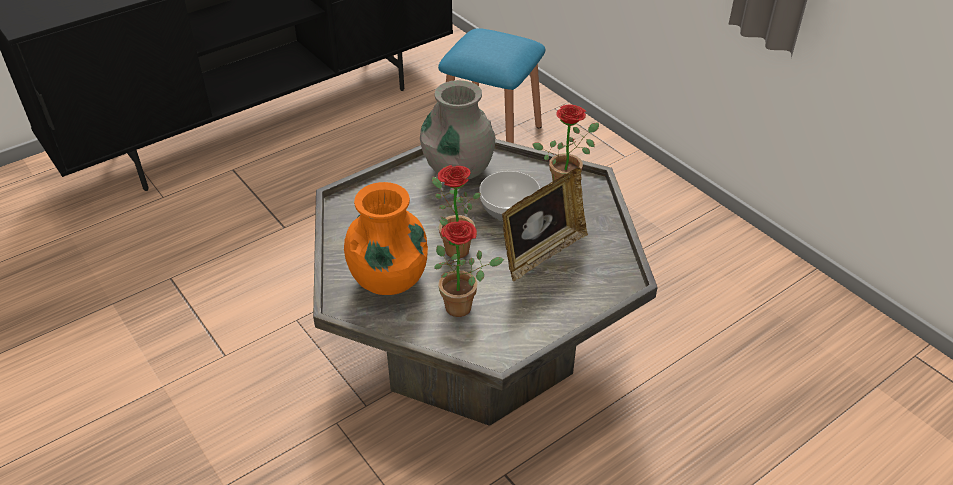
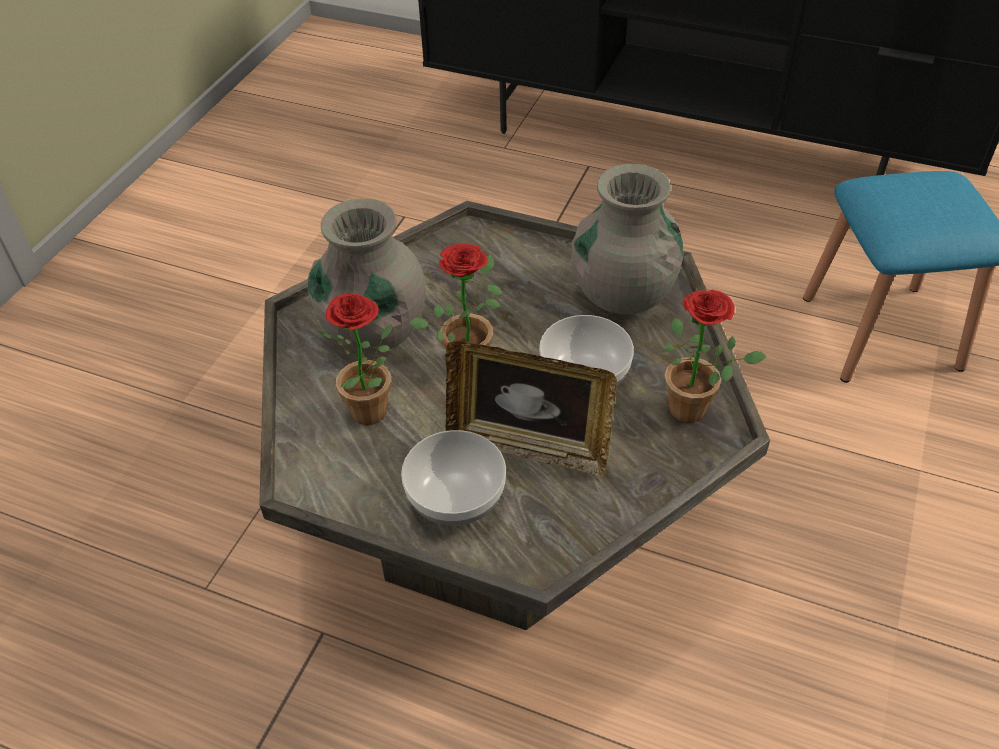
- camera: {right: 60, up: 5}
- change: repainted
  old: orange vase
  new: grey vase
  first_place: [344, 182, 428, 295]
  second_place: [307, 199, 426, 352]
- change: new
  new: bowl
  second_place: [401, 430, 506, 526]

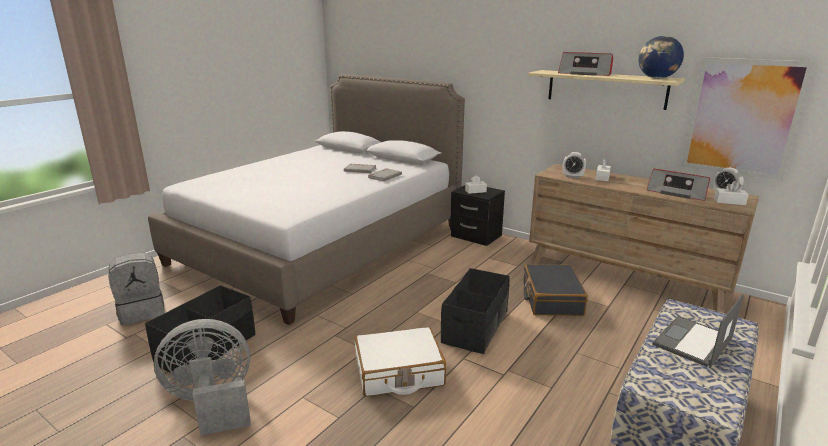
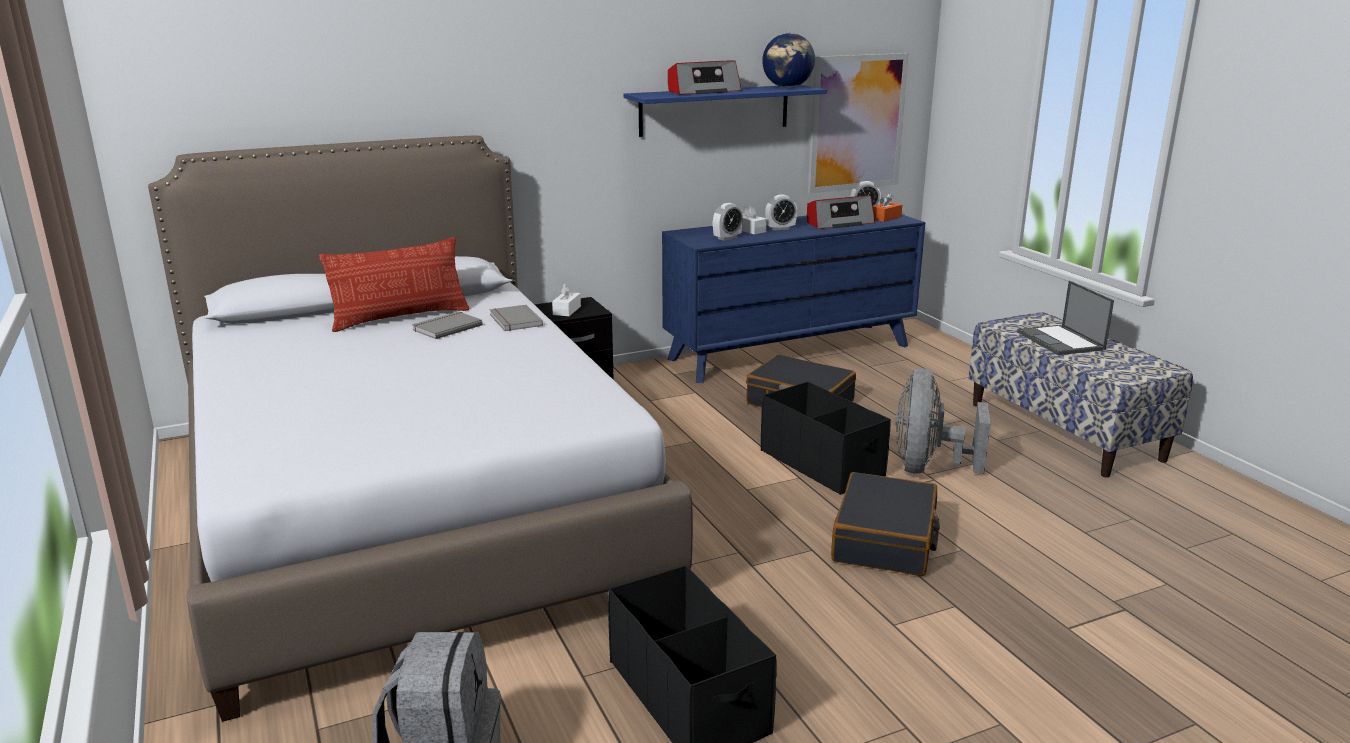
- camera: {right: -60, up: 0}
- change: repainted
  old: beige shelf
  new: blue shelf
  first_place: [527, 70, 685, 110]
  second_place: [624, 85, 827, 137]
- change: repainted
  old: brown dresser
  new: blue dresser
  first_place: [529, 164, 759, 313]
  second_place: [662, 214, 925, 383]
- change: repainted
  old: white tissue box
  new: orange tissue box
  first_place: [714, 181, 748, 205]
  second_place: [873, 193, 902, 222]
- change: shifted
  old: grey fan
  first_place: [154, 319, 250, 436]
  second_place: [895, 368, 991, 474]
- change: repainted
  old: white suitcase
  new: black suitcase
  first_place: [355, 327, 446, 397]
  second_place: [831, 472, 940, 576]
- change: new
  new: alarm clock
  second_place: [765, 194, 797, 231]
- change: new
  new: pillow
  second_place: [319, 237, 470, 332]

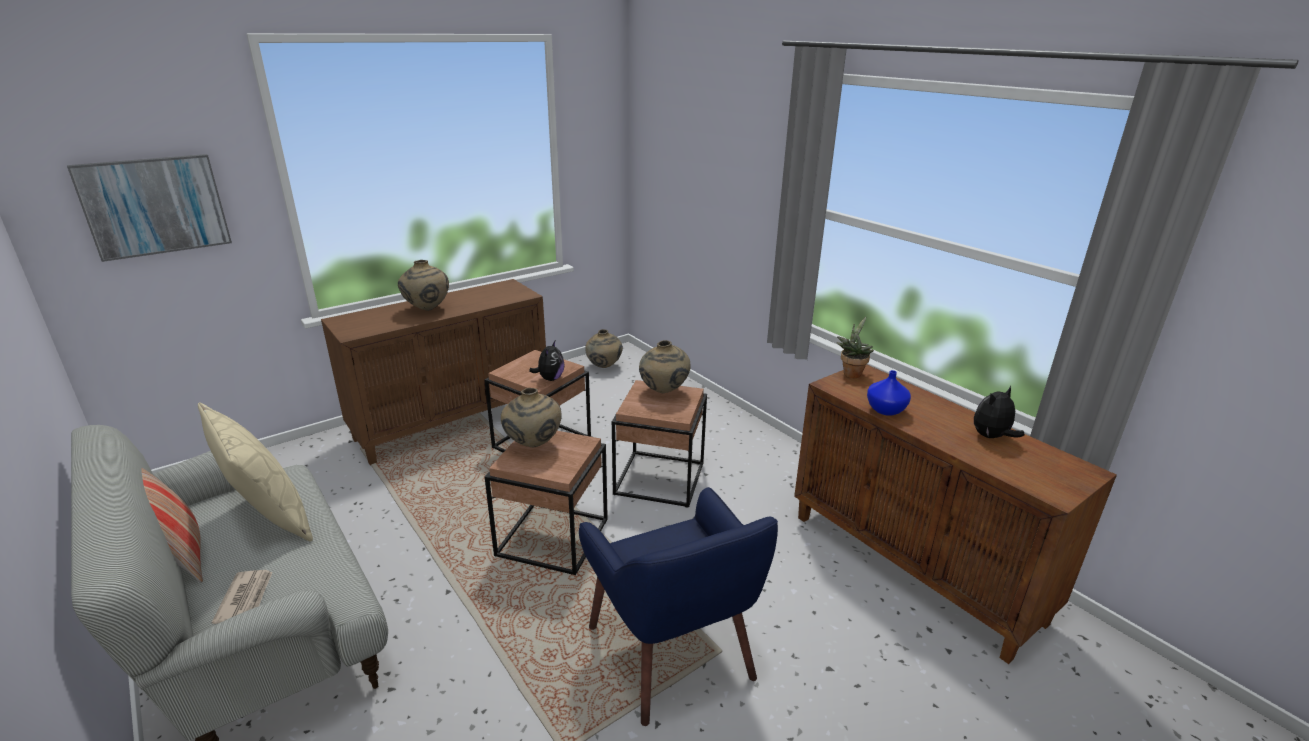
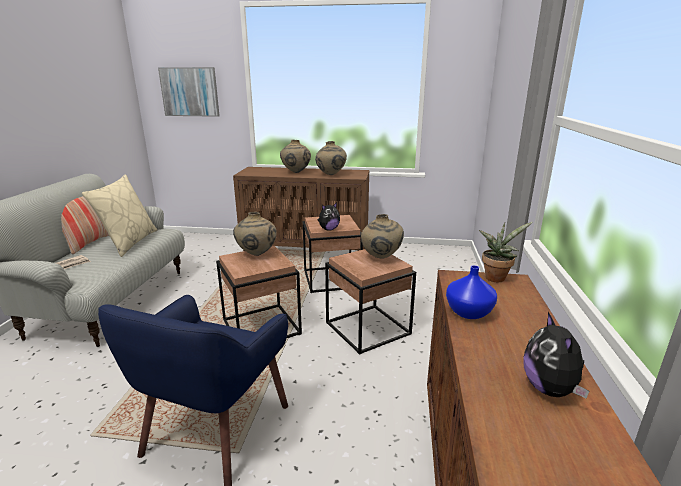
- camera: {right: 45, up: -5}
- change: shifted
  old: beige vase
  first_place: [585, 329, 623, 368]
  second_place: [315, 141, 347, 175]
- change: rotated
  old: plush toy
  first_place: [974, 386, 1025, 438]
  second_place: [523, 312, 590, 398]
  degrees: -105

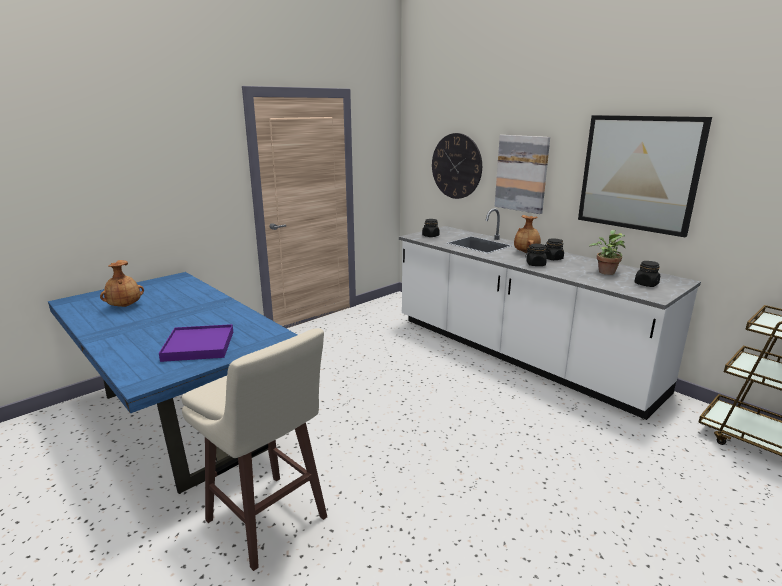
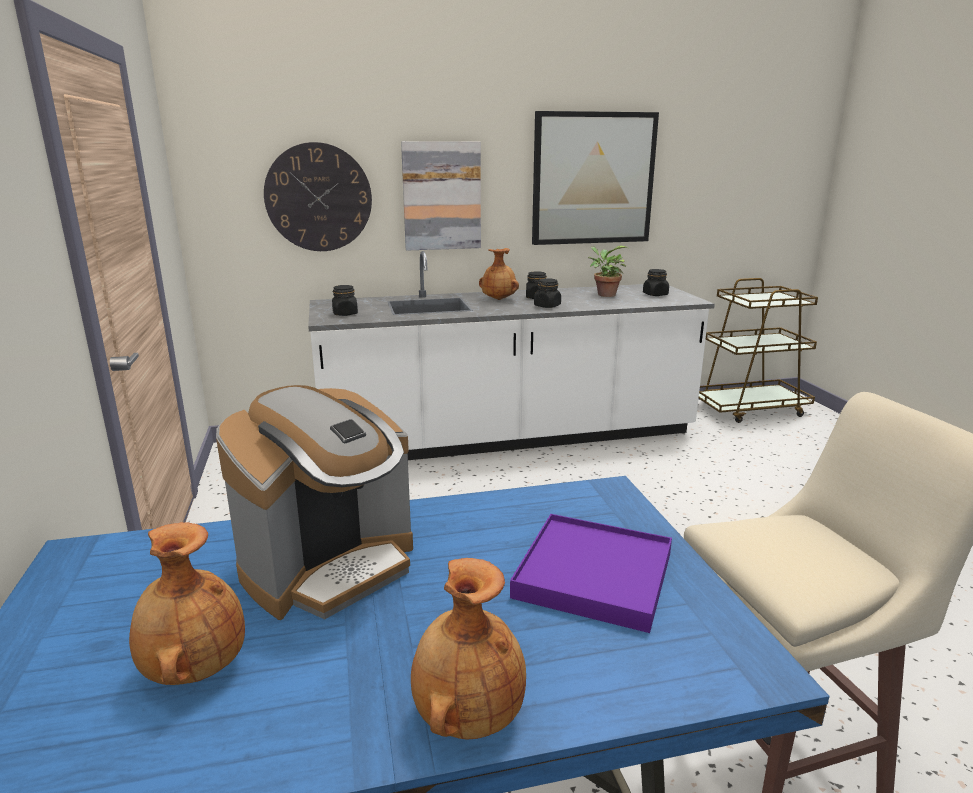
- camera: {right: -60, up: 0}
- change: new
  new: coffee machine
  second_place: [216, 385, 413, 620]
- change: new
  new: brown vase
  second_place: [411, 558, 526, 739]

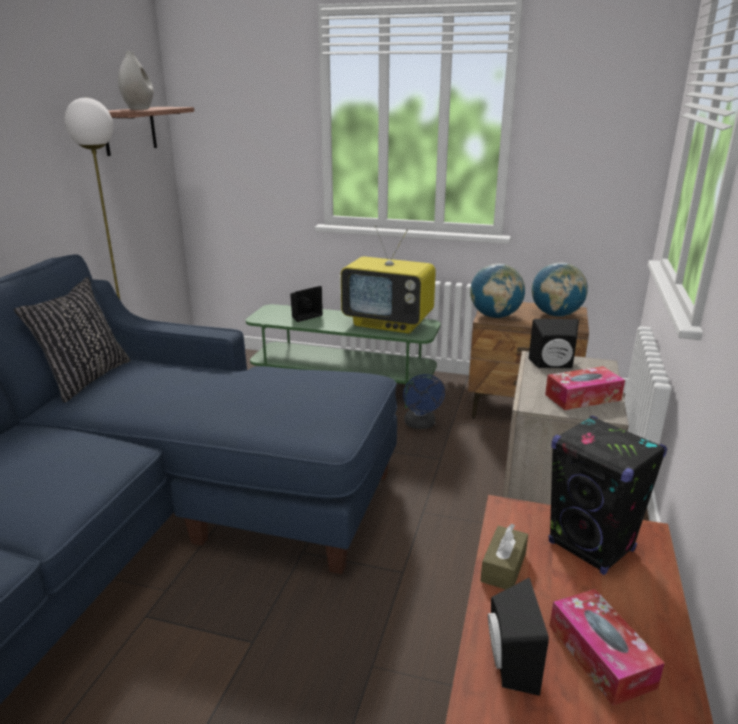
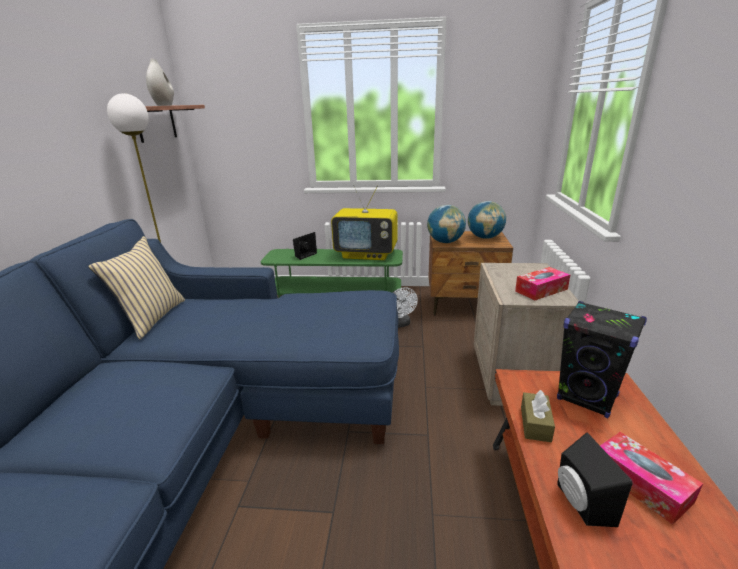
- camera: {right: -10, up: 0}
- change: repainted
  old: black pillow
  new: beige pillow
  first_place: [14, 277, 131, 403]
  second_place: [88, 236, 185, 339]
- change: gone
  old: black speaker
  first_place: [529, 319, 579, 369]
- change: repainted
  old: blue fan
  new: white fan
  first_place: [403, 374, 445, 429]
  second_place: [393, 287, 418, 327]

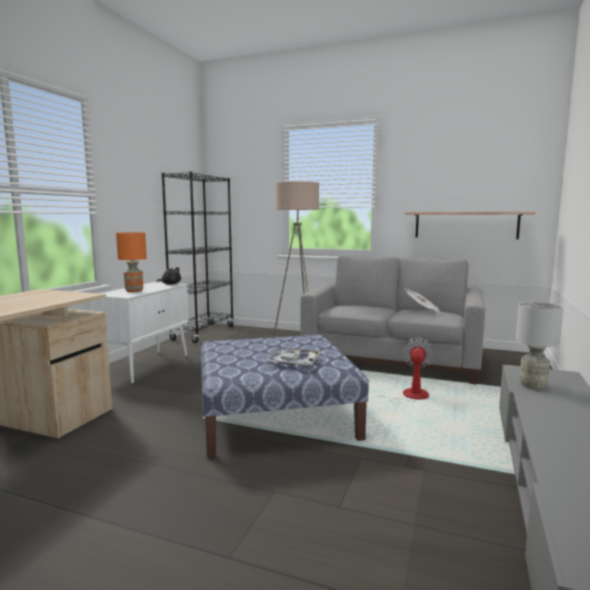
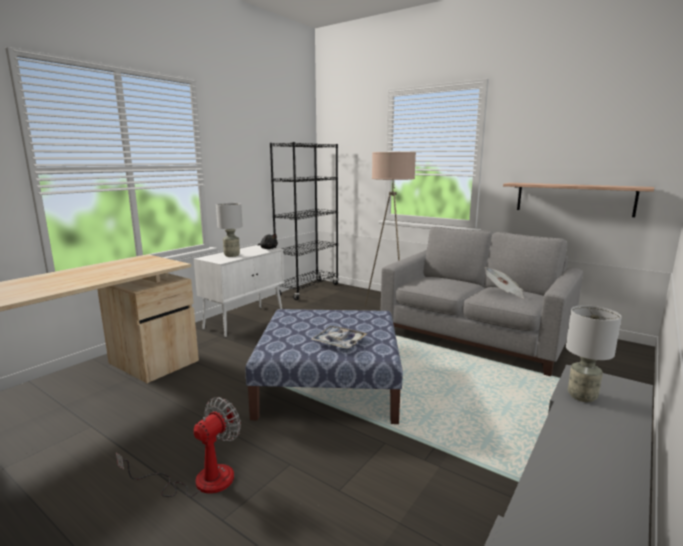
- camera: {right: 15, up: 5}
- change: repainted
  old: orange table lamp
  new: grey table lamp
  first_place: [116, 232, 147, 292]
  second_place: [216, 203, 243, 257]
- change: shifted
  old: fan
  first_place: [368, 337, 435, 404]
  second_place: [116, 397, 241, 497]

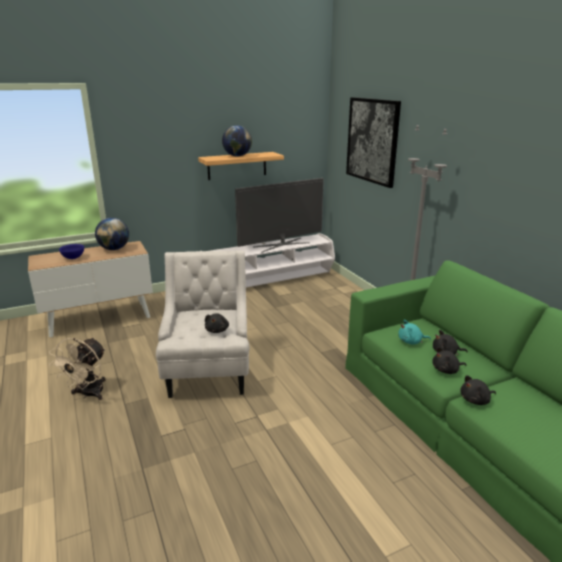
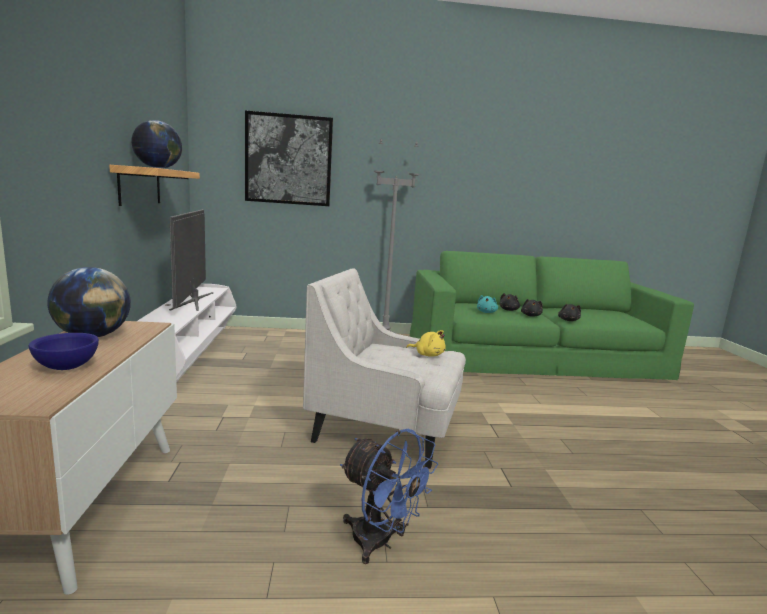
- camera: {right: -70, up: -10}
- change: repainted
  old: black plush toy
  new: yellow plush toy
  first_place: [205, 313, 229, 333]
  second_place: [406, 330, 446, 357]
- change: repainted
  old: beige fan
  new: blue fan
  first_place: [49, 338, 106, 400]
  second_place: [340, 429, 438, 564]

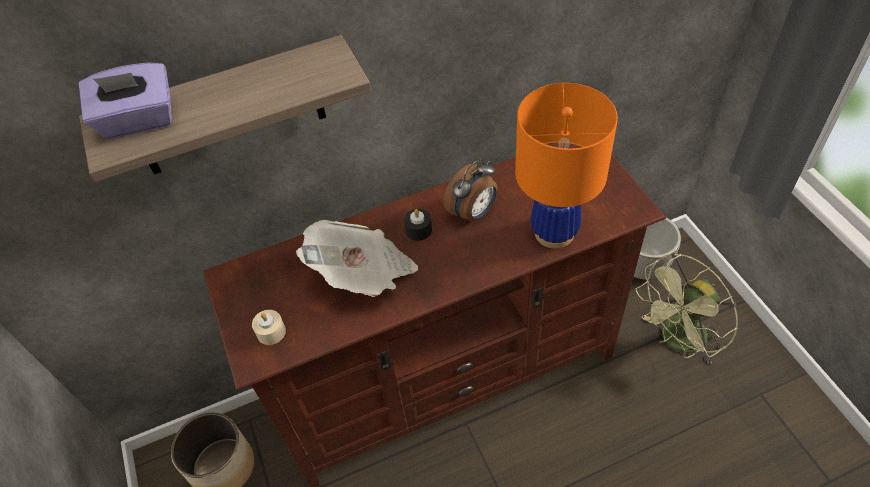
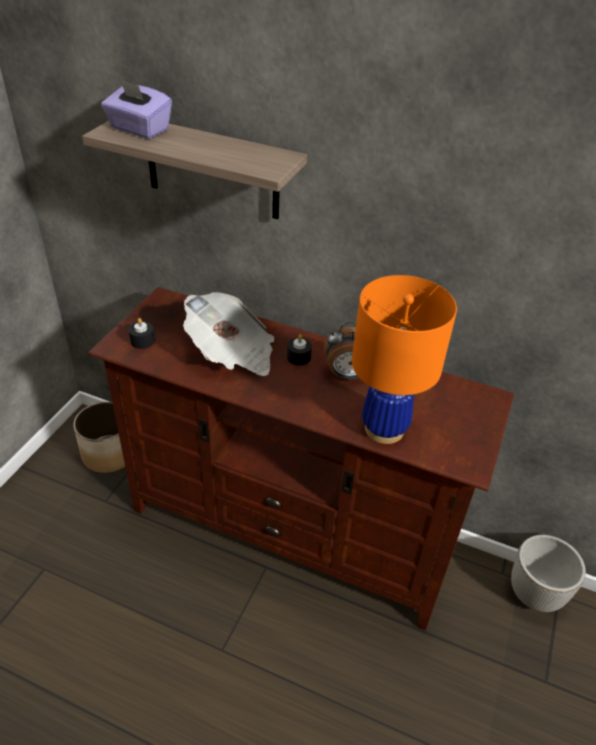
- camera: {right: 40, up: -10}
- change: gone
  old: green fan
  first_place: [636, 253, 738, 364]
- change: repainted
  old: beige candle
  new: black candle
  first_place: [252, 310, 286, 345]
  second_place: [129, 318, 155, 349]

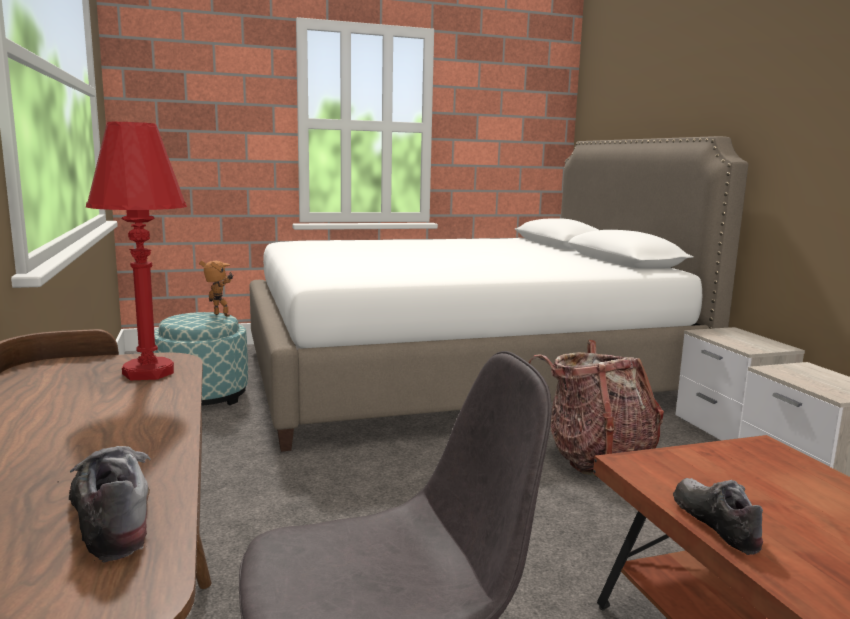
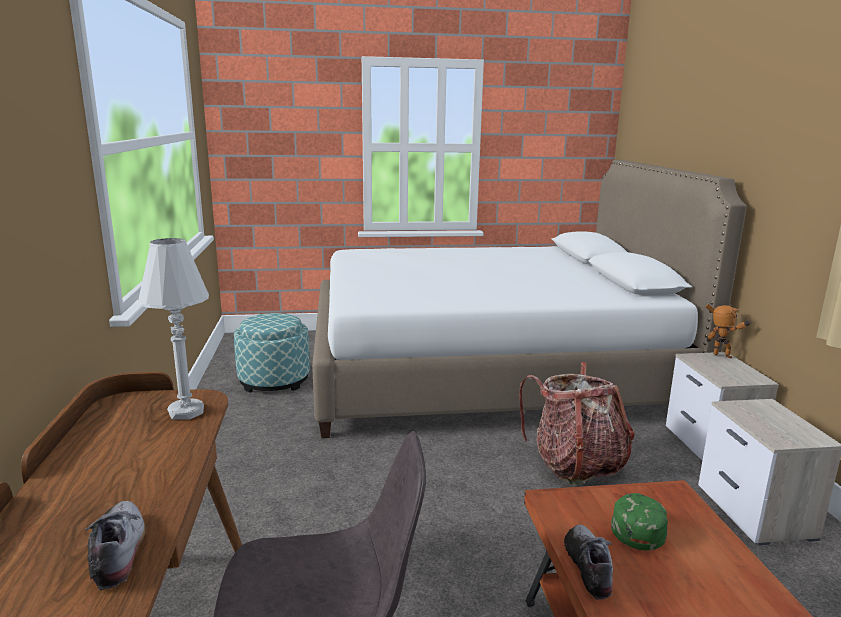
- camera: {right: 10, up: 5}
- change: repainted
  old: red table lamp
  new: white table lamp
  first_place: [86, 122, 187, 380]
  second_place: [137, 238, 209, 420]
- change: shifted
  old: toy robot
  first_place: [199, 260, 234, 317]
  second_place: [706, 304, 751, 359]
- change: new
  new: green cap
  second_place: [611, 493, 668, 550]

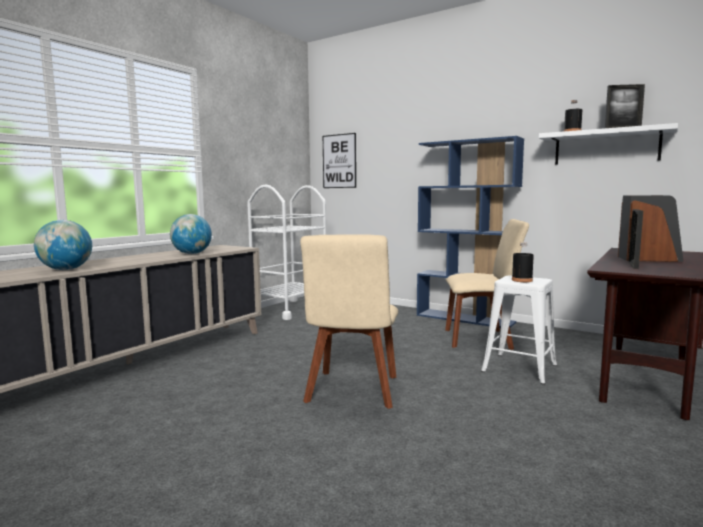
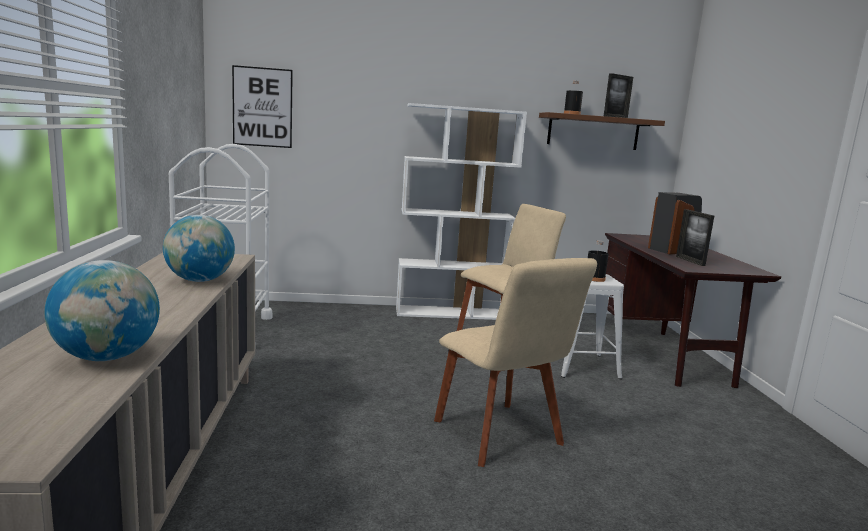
- camera: {right: -40, up: 5}
- change: repainted
  old: white shelf
  new: brown shelf
  first_place: [539, 123, 678, 165]
  second_place: [539, 112, 665, 150]
- change: repainted
  old: blue bookcase
  new: white bookcase
  first_place: [417, 136, 524, 328]
  second_place: [396, 103, 527, 320]

